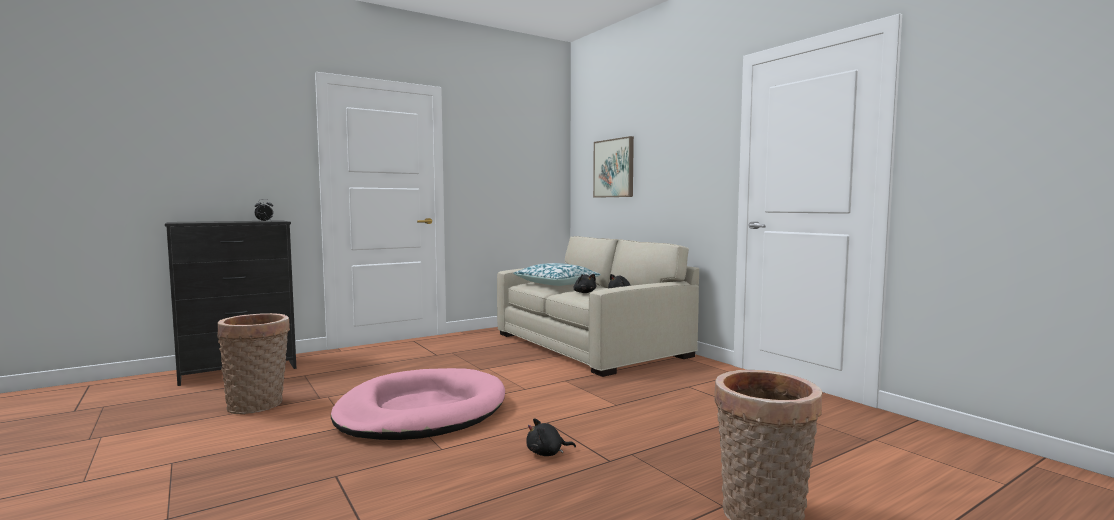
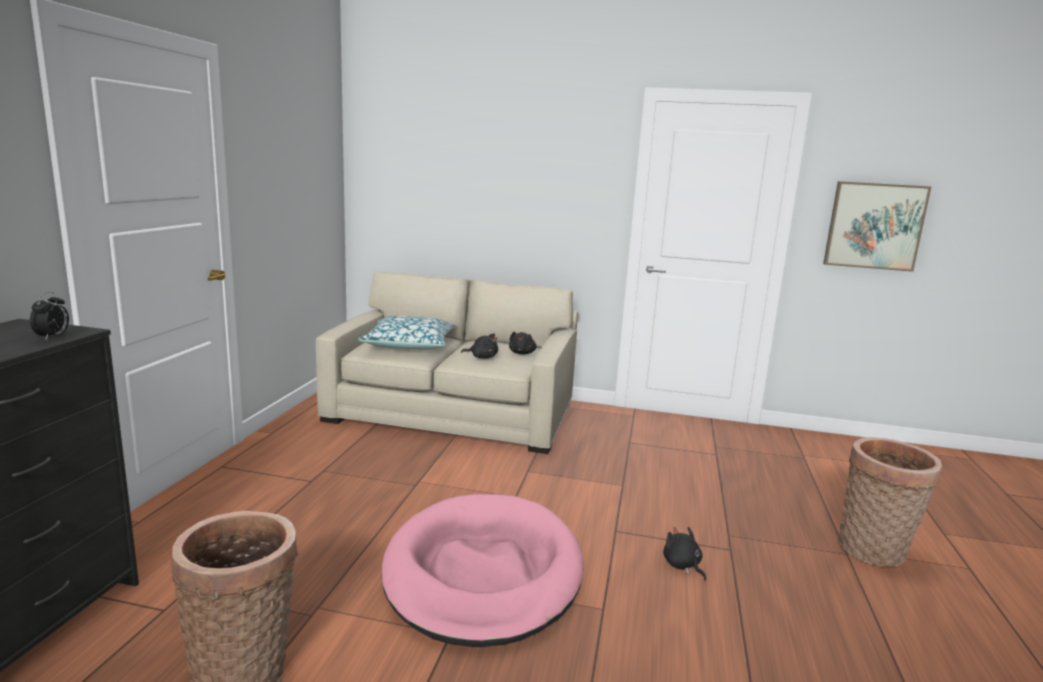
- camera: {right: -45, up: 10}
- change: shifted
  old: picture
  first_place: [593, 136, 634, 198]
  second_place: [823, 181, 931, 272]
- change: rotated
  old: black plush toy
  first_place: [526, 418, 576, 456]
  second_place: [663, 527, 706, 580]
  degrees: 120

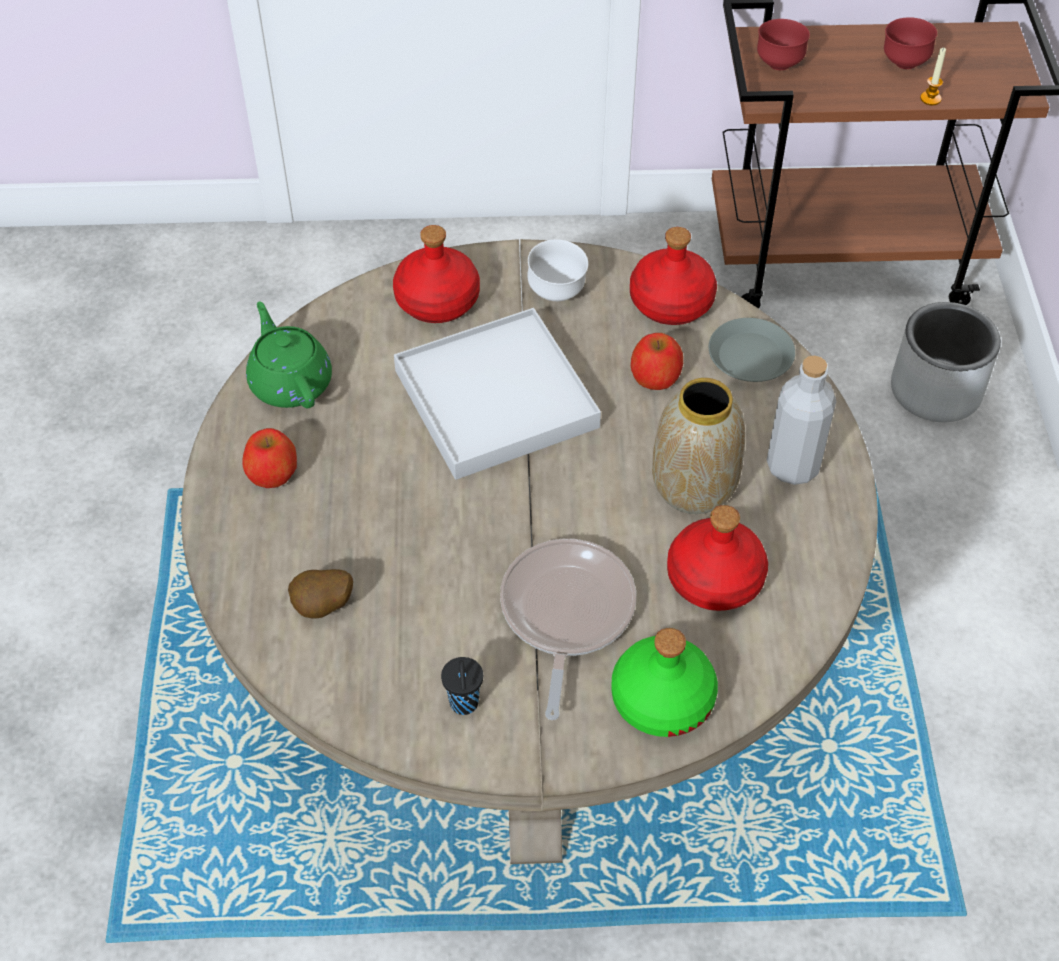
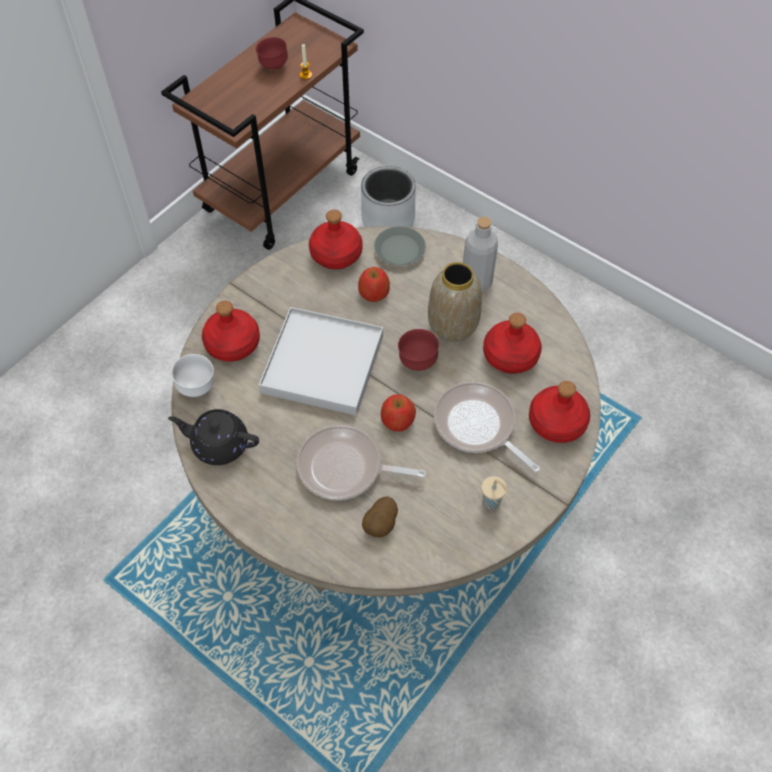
- camera: {right: -50, up: 5}
- change: shifted
  old: red bowl
  first_place: [757, 19, 810, 70]
  second_place: [398, 329, 439, 371]
- change: shifted
  old: white bowl
  first_place: [527, 239, 588, 301]
  second_place: [171, 354, 214, 397]
- change: repainted
  old: green teapot
  new: black teapot
  first_place: [246, 301, 332, 408]
  second_place: [168, 409, 259, 465]
- change: shifted
  old: apple
  first_place: [242, 428, 297, 488]
  second_place: [381, 395, 416, 431]
- change: repainted
  old: green bottle
  new: red bottle
  first_place: [612, 628, 718, 737]
  second_place: [529, 381, 590, 443]
- change: repainted
  old: black cup
  new: beige cup
  first_place: [441, 657, 483, 715]
  second_place: [481, 476, 509, 510]
- change: new
  new: frying pan
  second_place: [297, 425, 426, 501]

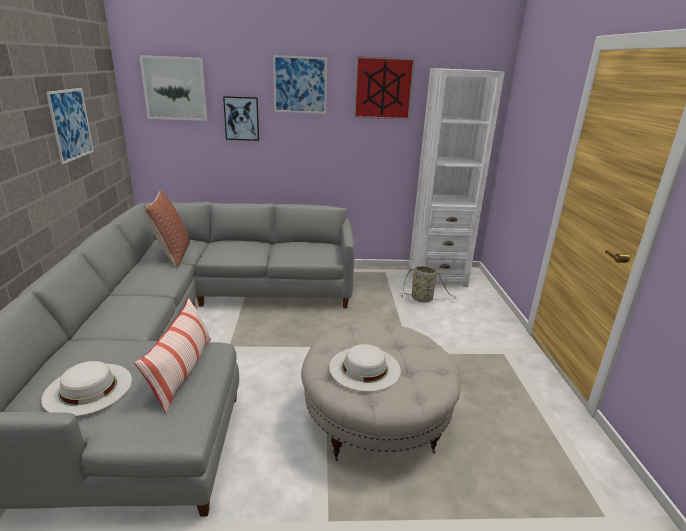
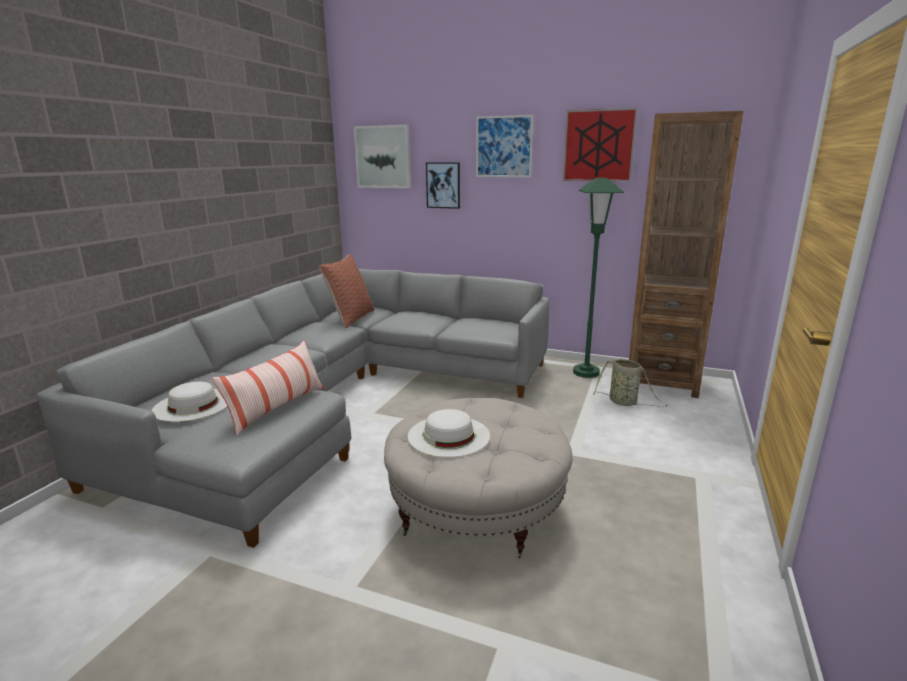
- camera: {right: 25, up: -5}
- change: repainted
  old: white bookcase
  new: brown bookcase
  first_place: [409, 68, 505, 287]
  second_place: [629, 111, 744, 398]
- change: gone
  old: picture
  first_place: [46, 88, 94, 164]
- change: new
  new: green floor lamp
  second_place: [573, 178, 624, 378]

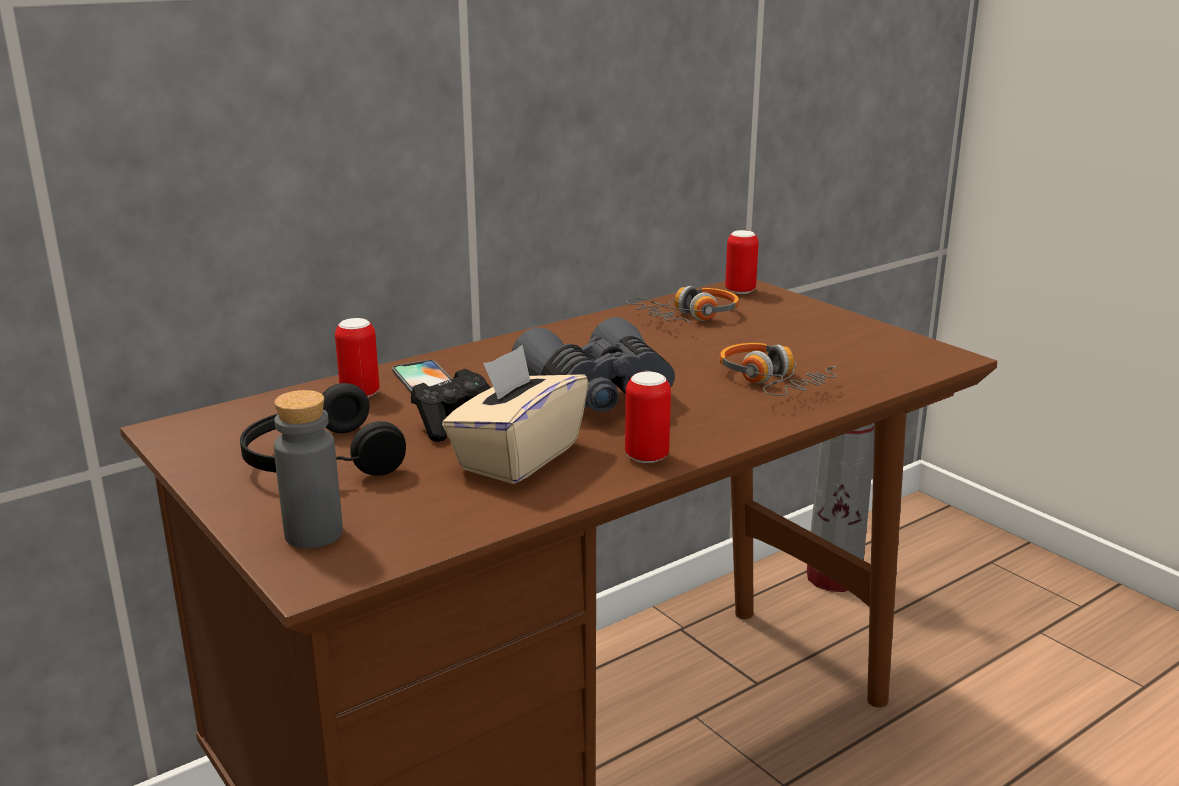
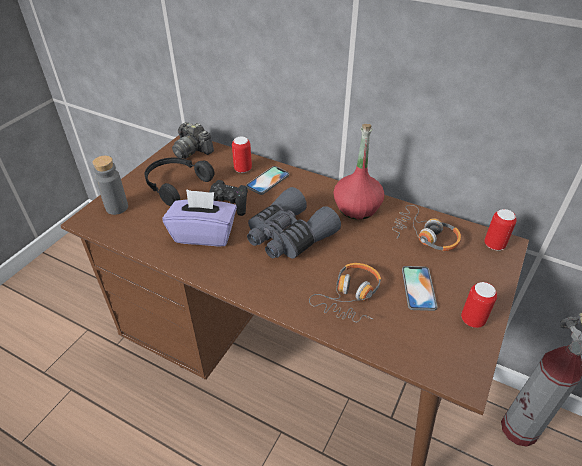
- camera: {right: 65, up: 20}
- change: repainted
  old: beige tissue box
  new: purple tissue box
  first_place: [442, 345, 588, 484]
  second_place: [162, 189, 237, 246]
- change: shifted
  old: can
  first_place: [625, 372, 671, 463]
  second_place: [461, 282, 497, 328]
- change: new
  new: photo camera
  second_place: [172, 122, 214, 159]
- change: new
  new: red bottle
  second_place: [333, 124, 384, 220]
- change: new
  new: phone
  second_place: [402, 266, 437, 311]

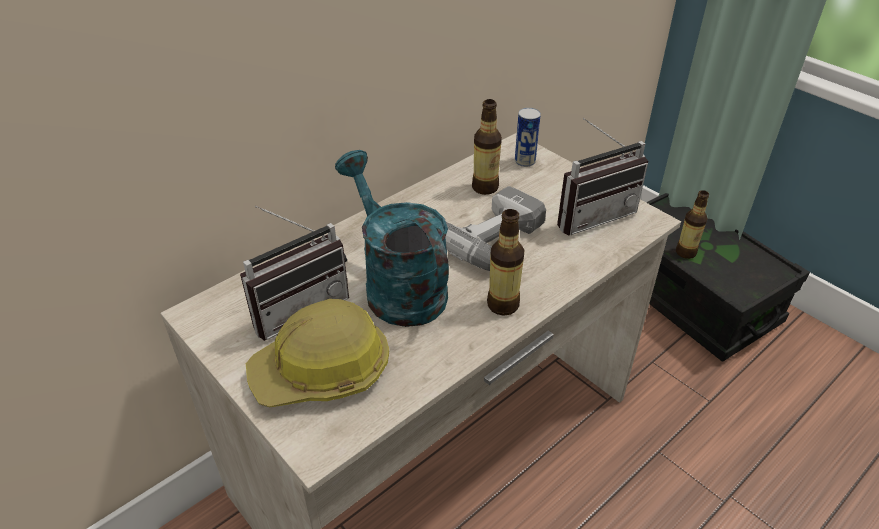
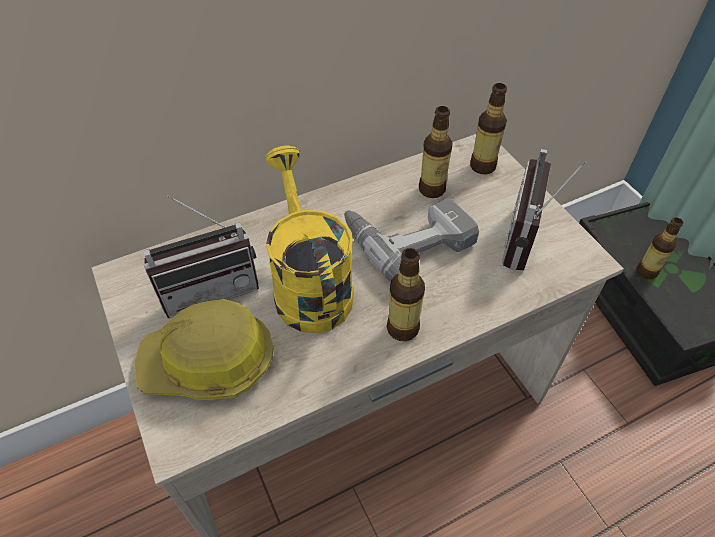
- camera: {right: 15, up: 10}
- change: swapped
  old: can
  new: bottle
  first_place: [515, 108, 541, 167]
  second_place: [470, 83, 507, 174]
- change: rotated
  old: radio
  first_place: [557, 118, 648, 236]
  second_place: [502, 149, 587, 271]
  degrees: 120
- change: repainted
  old: turquoise watering can
  new: yellow watering can
  first_place: [335, 150, 449, 327]
  second_place: [265, 146, 354, 334]

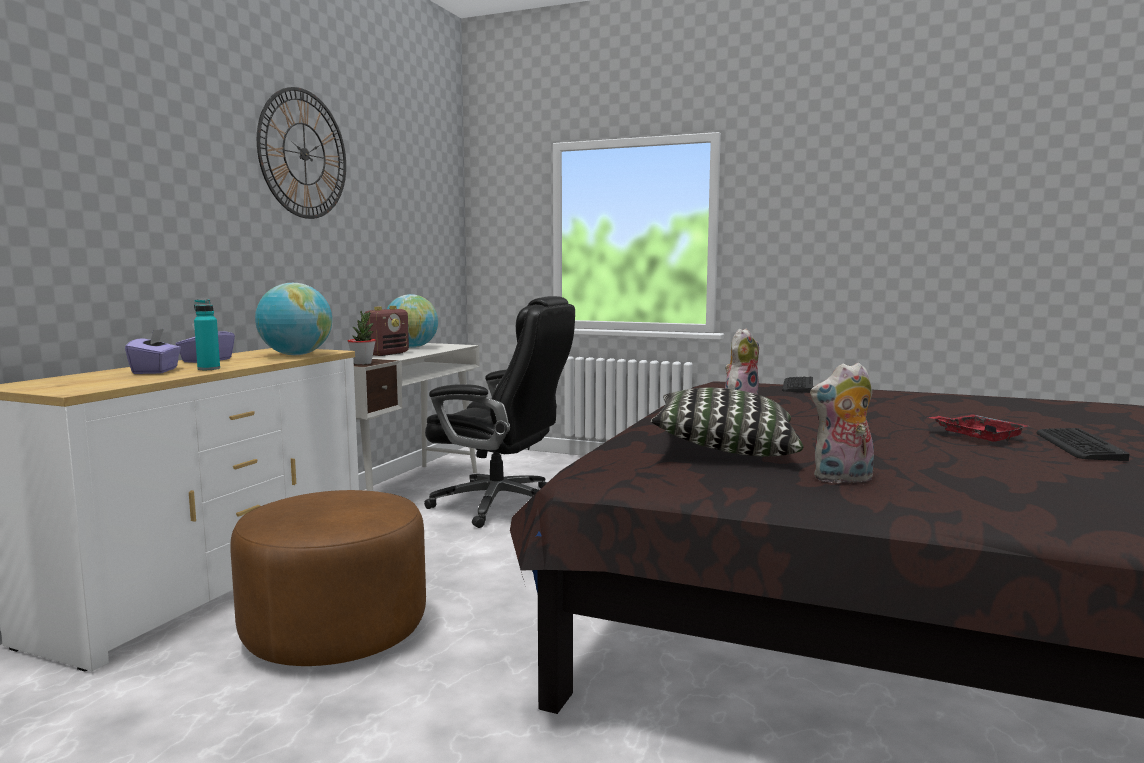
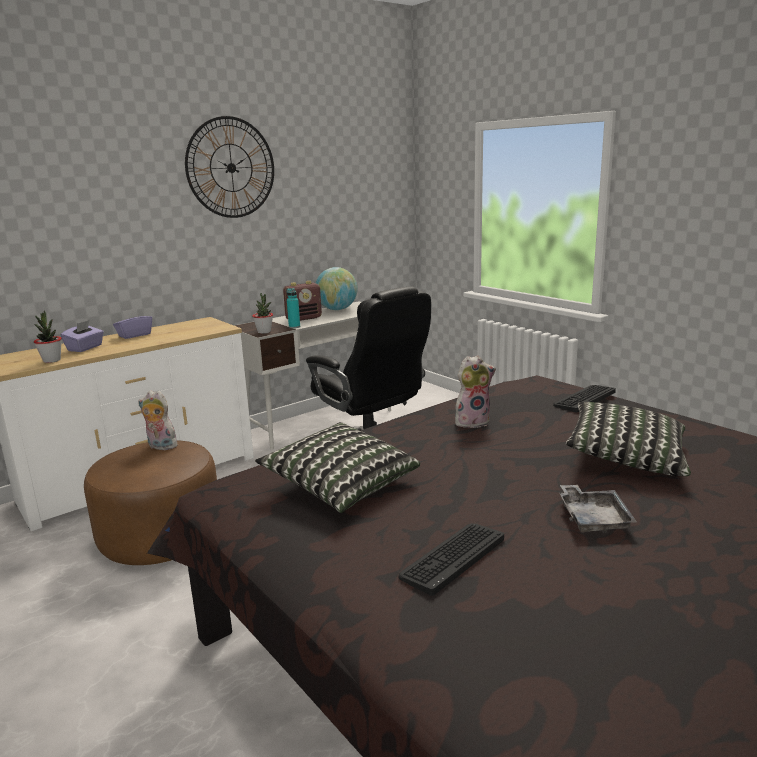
- camera: {right: 30, up: 10}
- change: gone
  old: globe
  first_place: [255, 283, 332, 355]
- change: shifted
  old: turquoise bottle
  first_place: [194, 299, 220, 370]
  second_place: [287, 288, 300, 328]
- change: shifted
  old: plush toy
  first_place: [810, 362, 874, 483]
  second_place: [138, 390, 178, 450]
- change: repainted
  old: red tray
  new: grey tray
  first_place: [928, 414, 1028, 442]
  second_place: [560, 485, 637, 533]
- change: shifted
  old: keyboard
  first_place: [1037, 428, 1130, 461]
  second_place: [399, 524, 504, 596]
- change: new
  new: potted plant
  second_place: [34, 310, 62, 363]
- change: new
  new: pillow
  second_place: [566, 402, 691, 476]

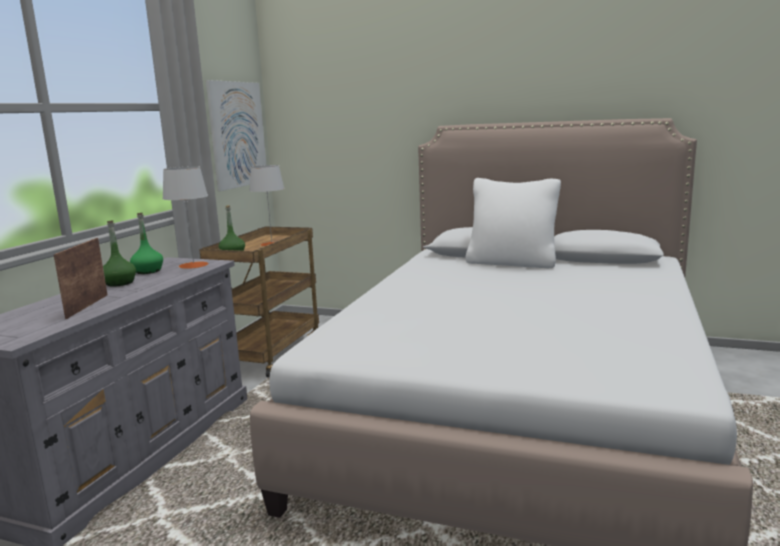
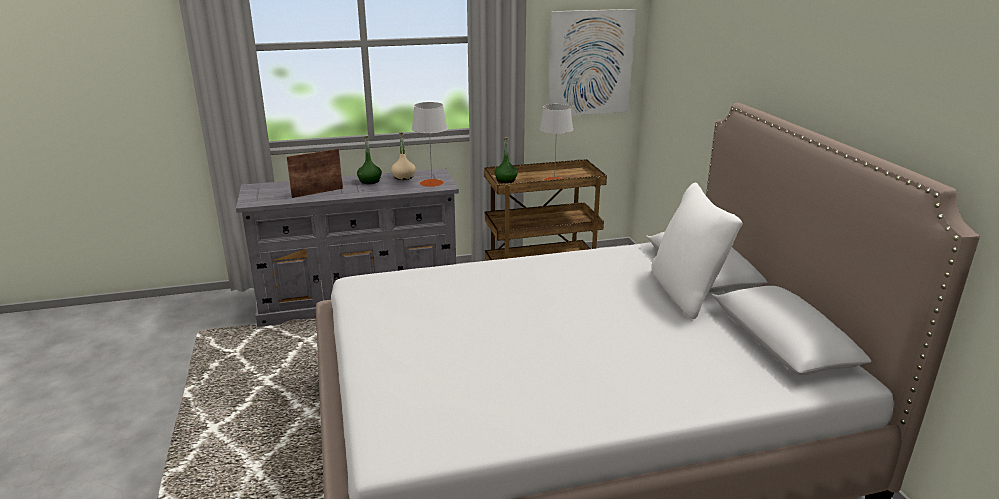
- camera: {right: 55, up: 10}
- change: repainted
  old: green bottle
  new: beige bottle
  first_place: [130, 213, 163, 274]
  second_place: [391, 133, 416, 180]

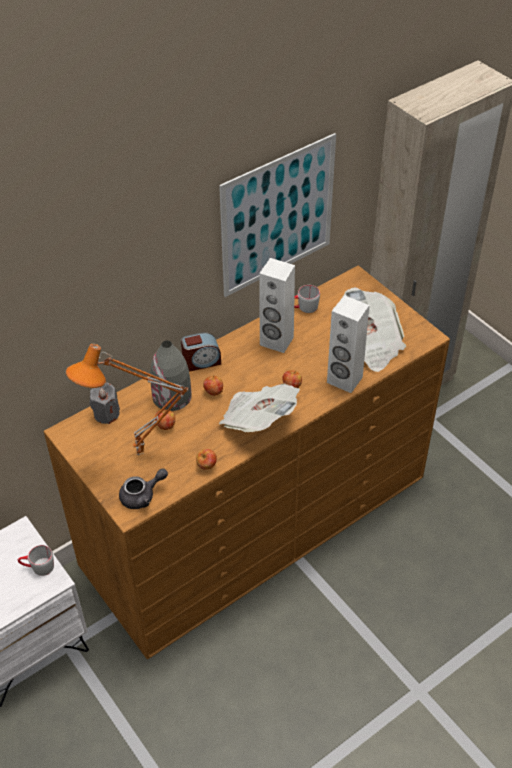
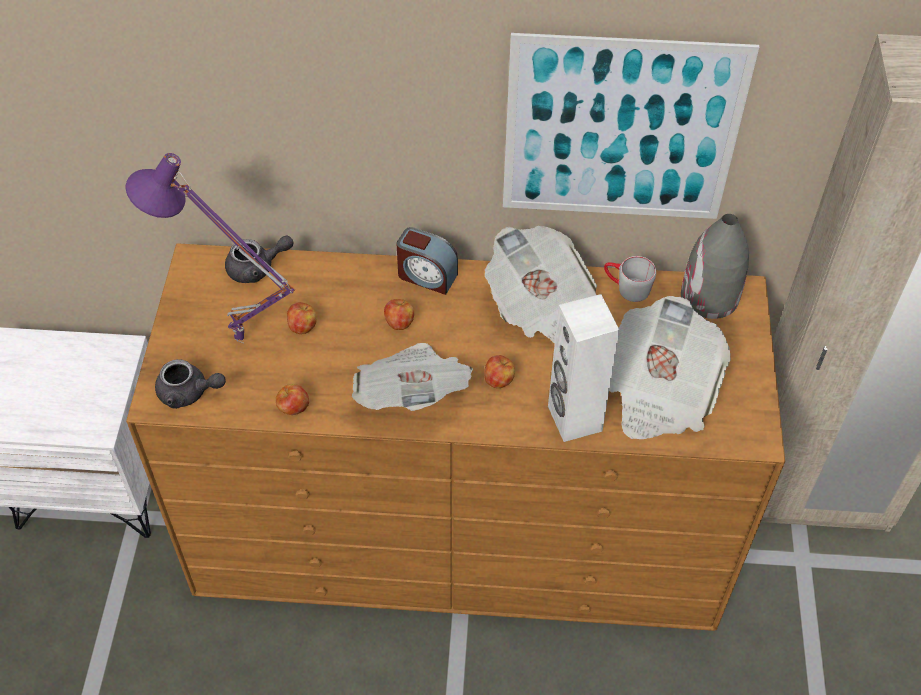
- camera: {right: 40, up: 5}
- change: swapped
  old: white speaker
  new: newspaper
  first_place: [259, 258, 295, 353]
  second_place: [485, 226, 597, 344]
- change: shifted
  old: grey vase
  first_place: [150, 341, 191, 411]
  second_place: [681, 214, 749, 319]
- change: repainted
  old: orange table lamp
  new: purple table lamp
  first_place: [66, 344, 189, 455]
  second_place: [126, 153, 295, 344]
- change: swapped
  old: grey candle
  new: grey teapot
  first_place: [89, 383, 120, 424]
  second_place: [225, 235, 294, 283]
- change: gone
  old: grey mug
  first_place: [18, 545, 54, 576]

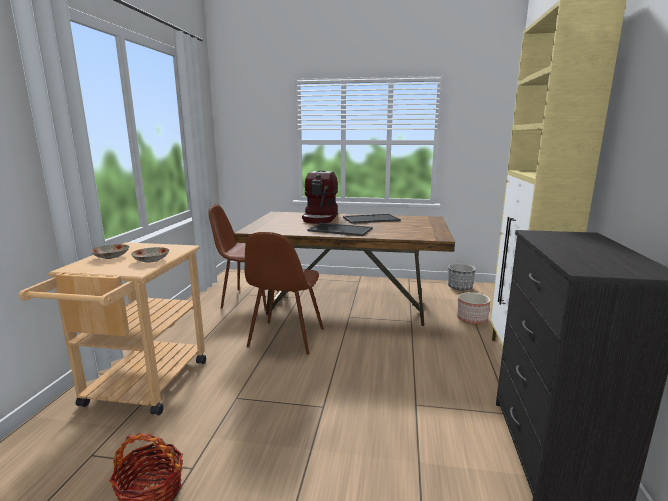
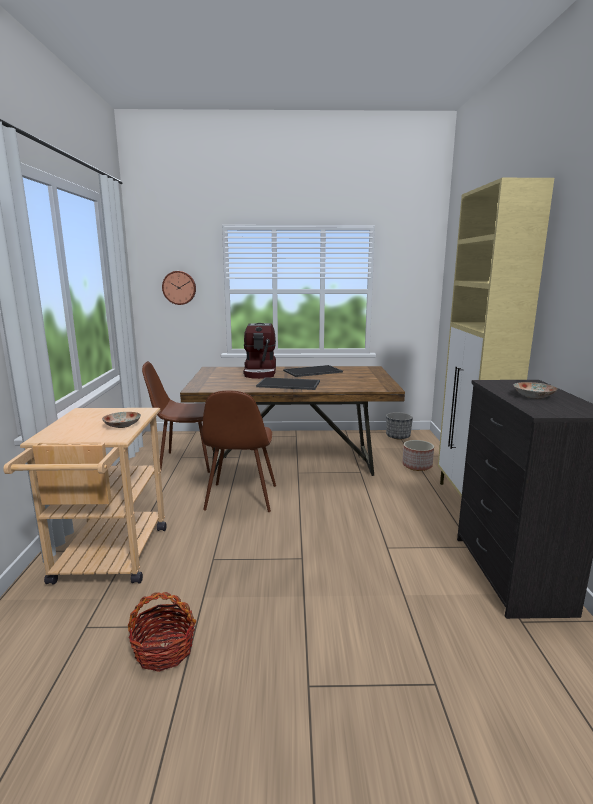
- camera: {right: -10, up: 0}
- change: shifted
  old: plate
  first_place: [90, 244, 129, 259]
  second_place: [514, 382, 558, 399]
- change: new
  new: wall clock
  second_place: [162, 271, 196, 305]

